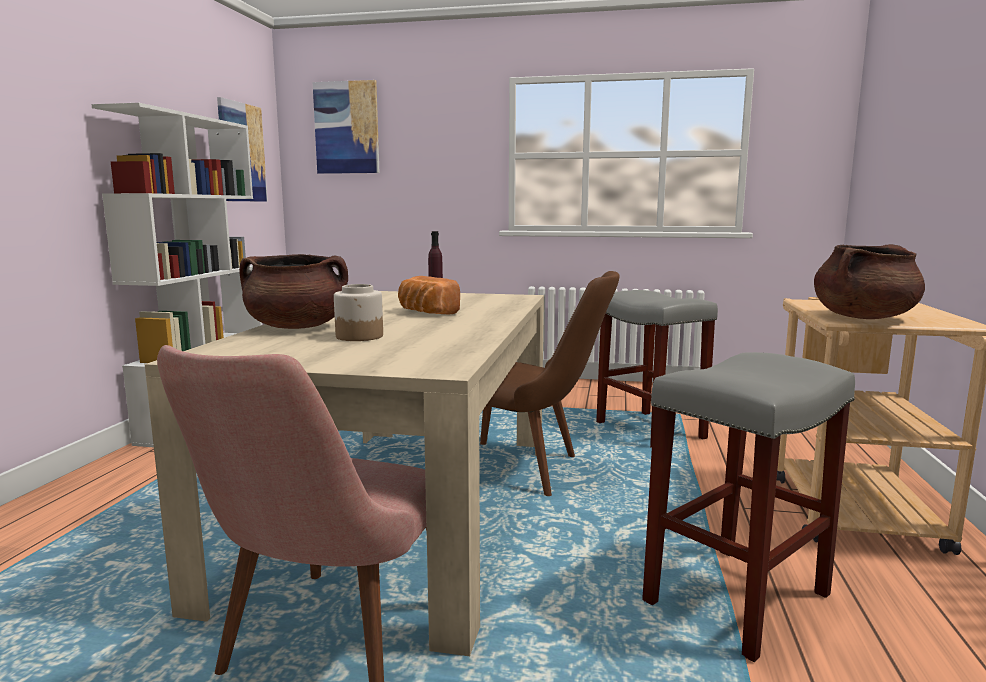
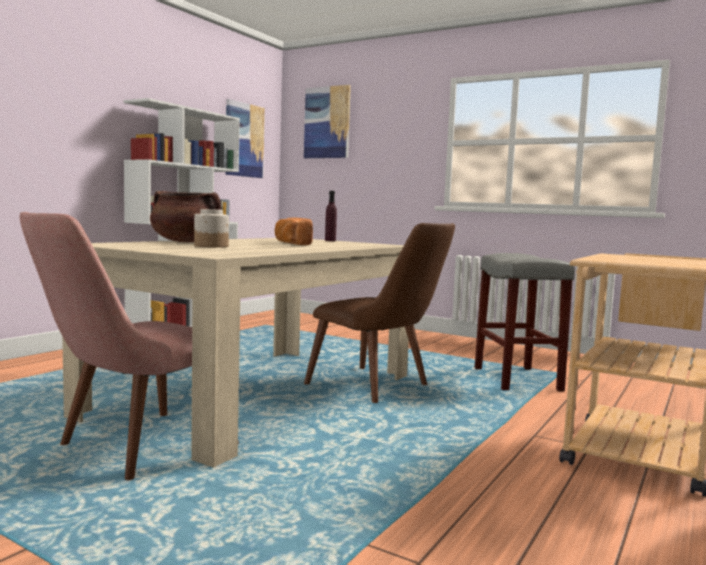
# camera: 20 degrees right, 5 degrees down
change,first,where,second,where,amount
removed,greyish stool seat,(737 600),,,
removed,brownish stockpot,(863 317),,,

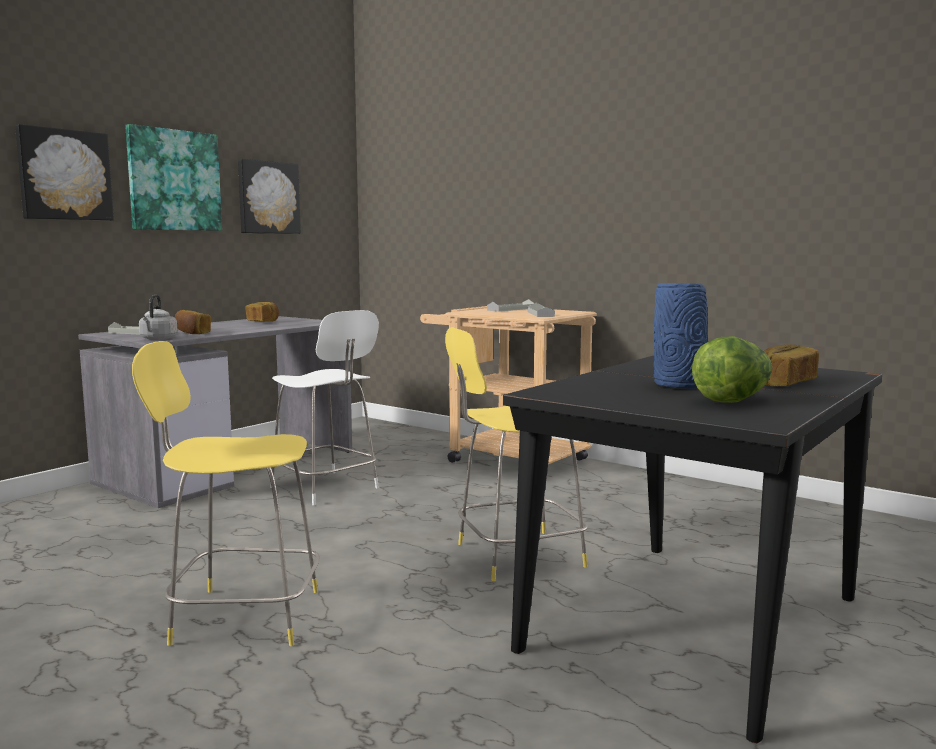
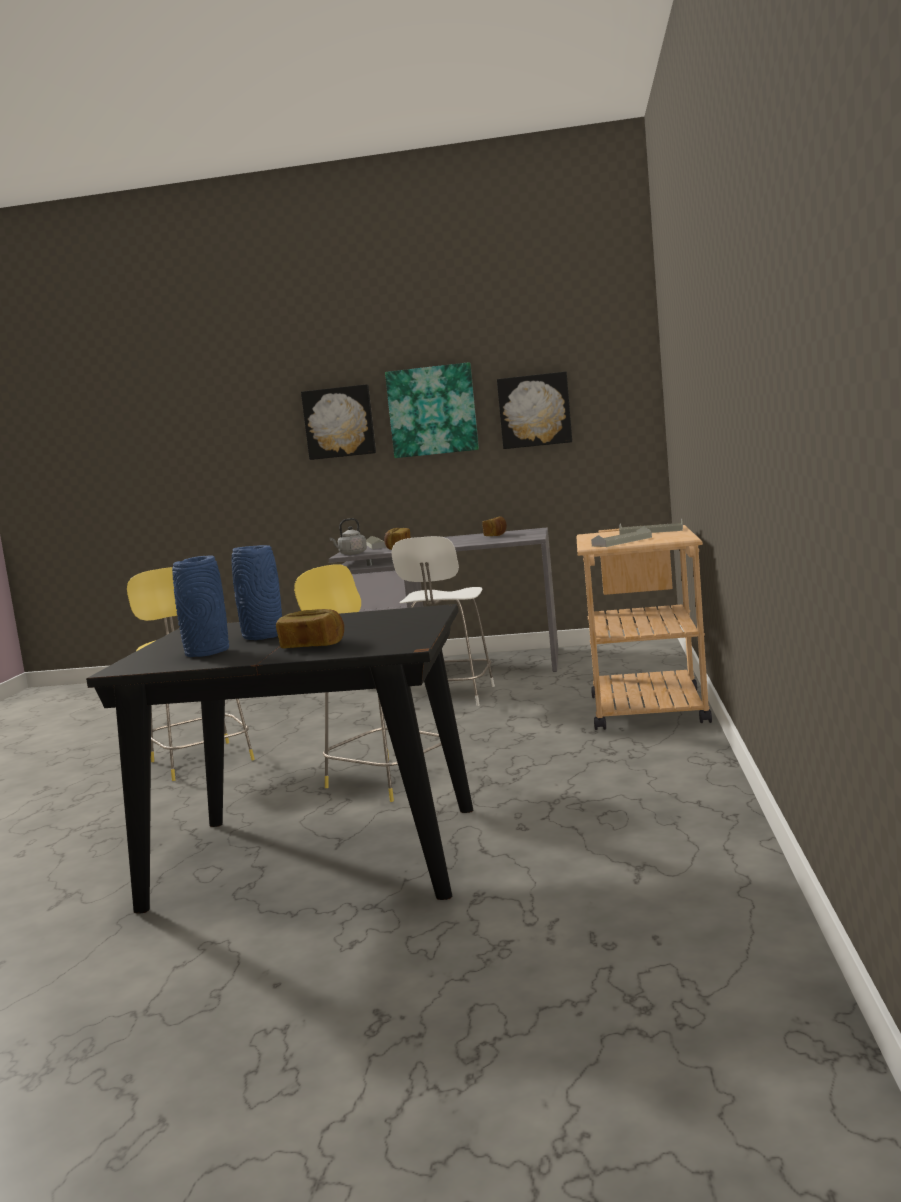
# camera: 60 degrees right, 0 degrees up
change,first,where,second,where,amount
replaced,head of lettuce,(732 400),blue vase,(206 652),

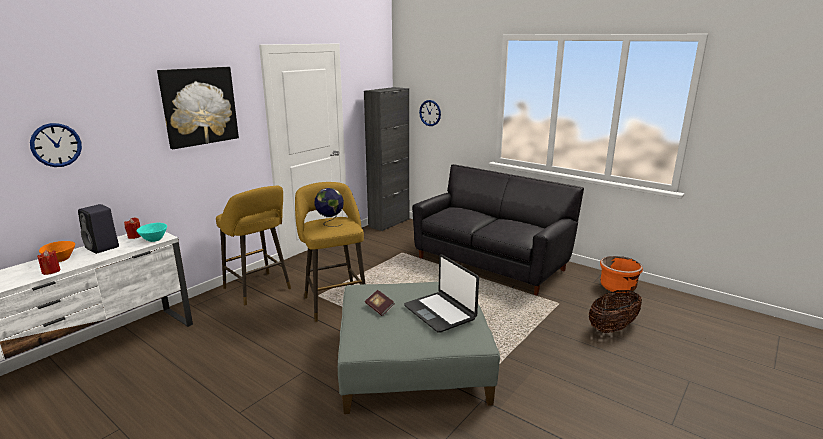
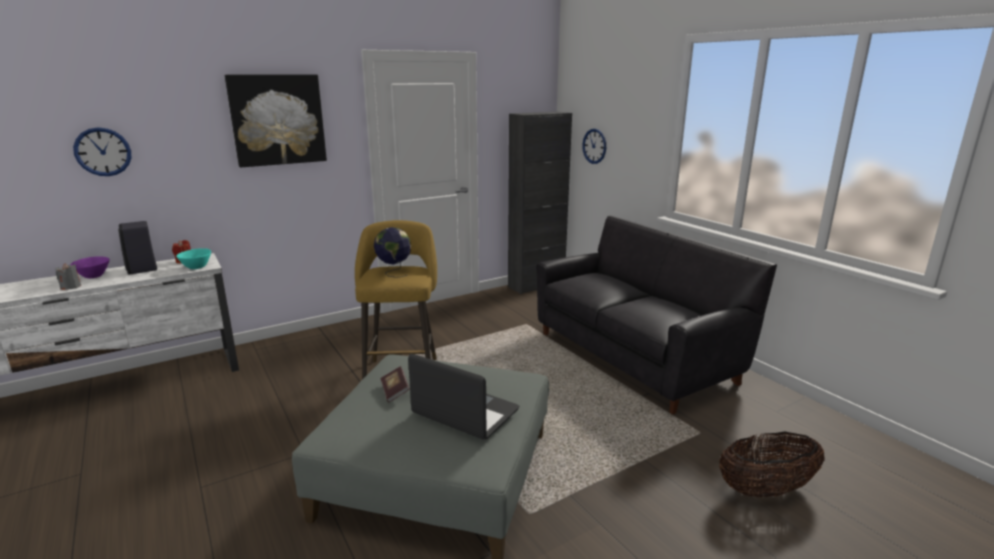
# camera: 20 degrees right, 0 degrees up
change,first,where,second,where,amount
removed,yellow stool seat,(259 289),,,
removed,orangey planter,(617 287),,,
recoloured,reddish wax light,(51 271),greyish wax light,(71 287),
recoloured,orangey deep dish,(59 260),purple-coloured deep dish,(92 276),
turned,notebook computer,(440 312),,(465 413),135 degrees clockwise

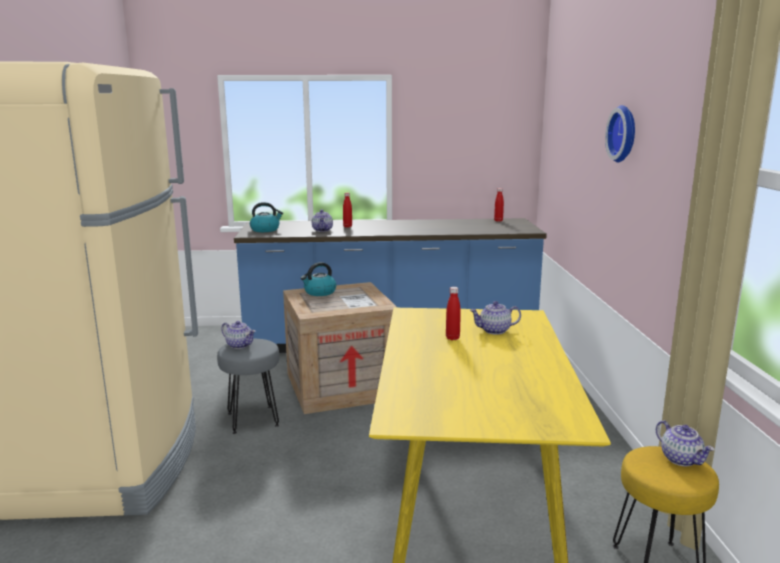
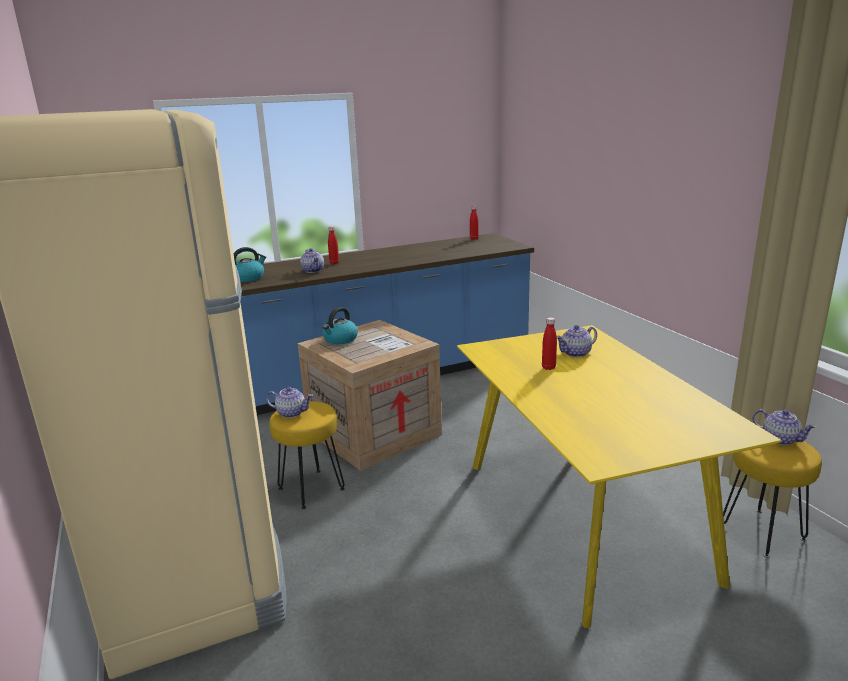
# camera: 20 degrees left, 5 degrees up
change,first,where,second,where,amount
removed,hanging clock,(625 134),,,
recoloured,greyish stool seat,(253 419),yellow stool seat,(311 488),

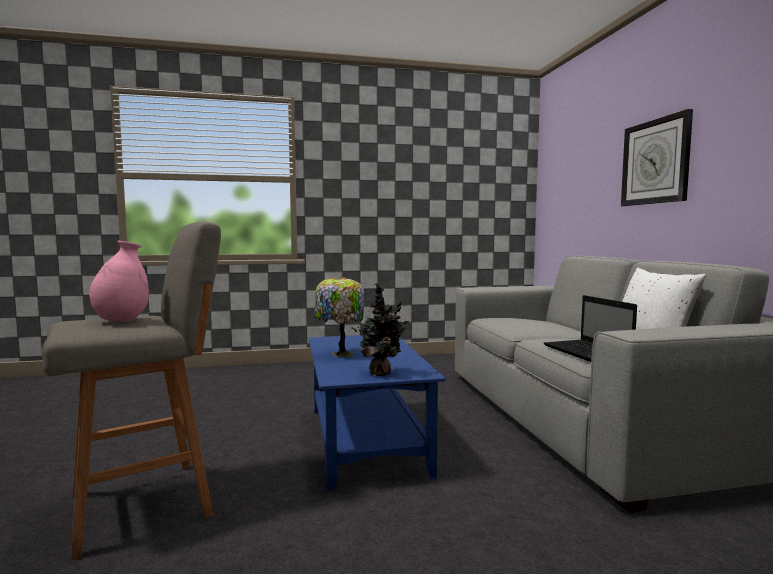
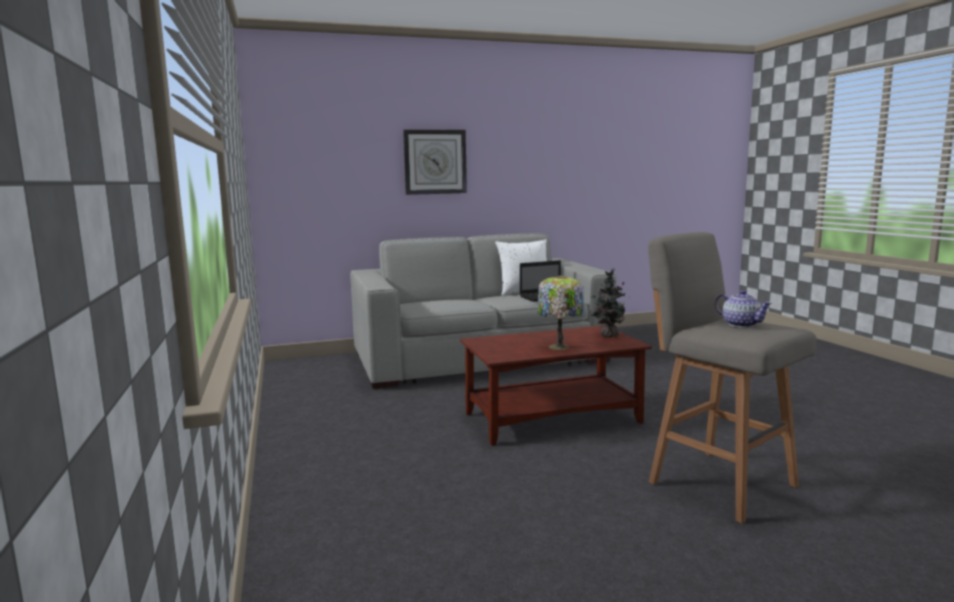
# camera: 95 degrees left, 5 degrees up
change,first,where,second,where,amount
replaced,pink-coloured vase,(121 321),teapot,(741 324),
recoloured,blue coffee table,(366 440),brownish coffee table,(553 418),

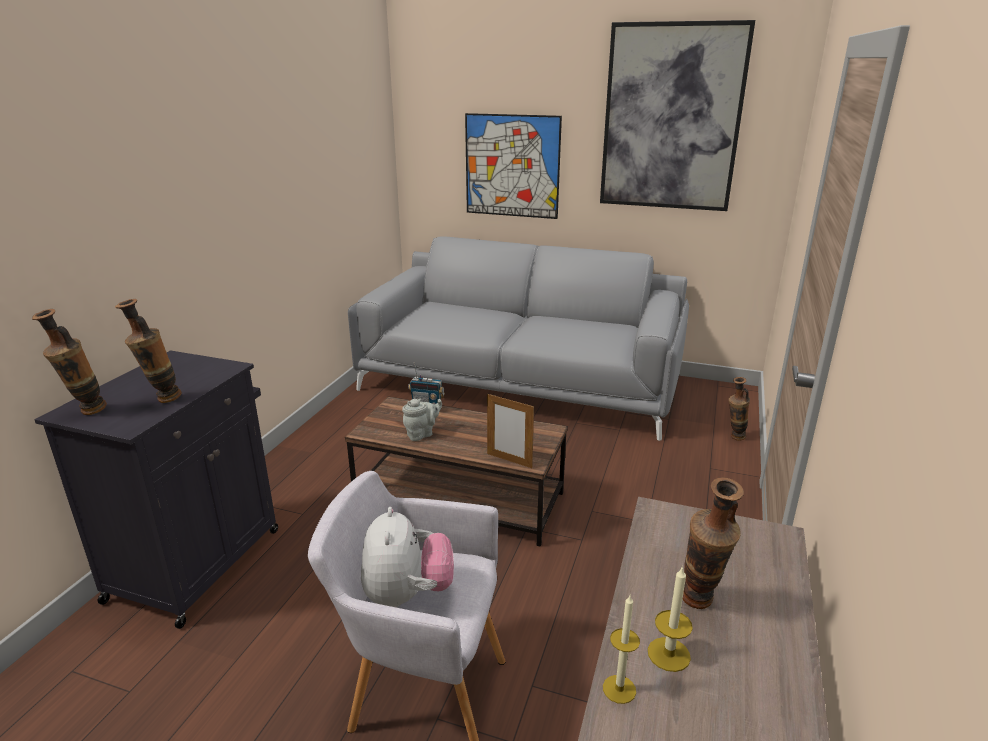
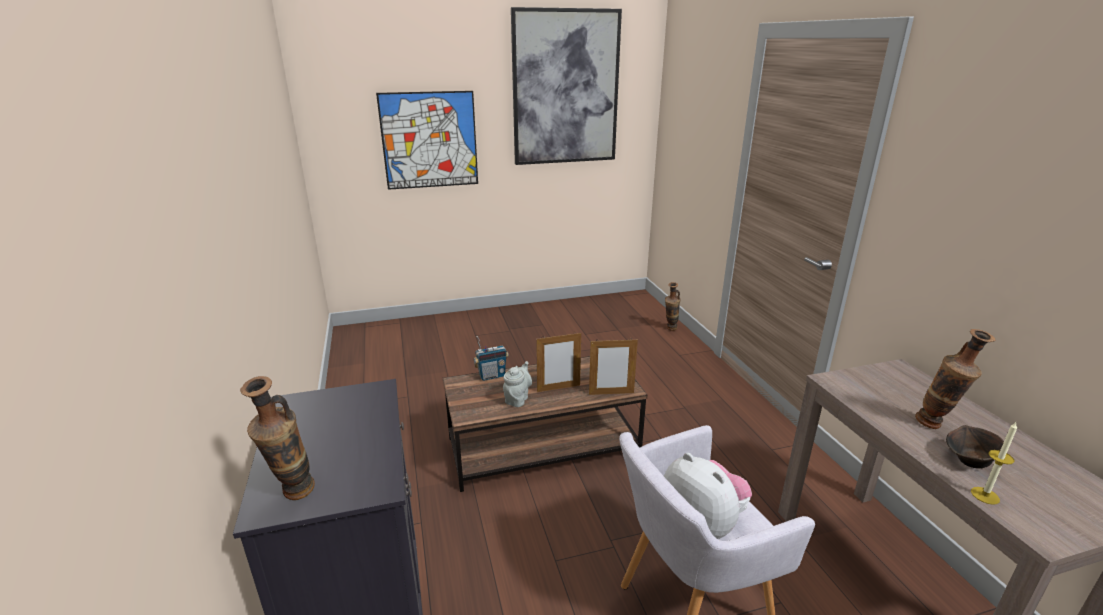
# camera: 35 degrees left, 0 degrees up
change,first,where,second,where,amount
removed,vase,(161 400),,,
removed,greyish settee,(520 384),,,
added,,,picture frame,(558 388),
replaced,wax light,(668 654),brownish deep dish,(969 462),

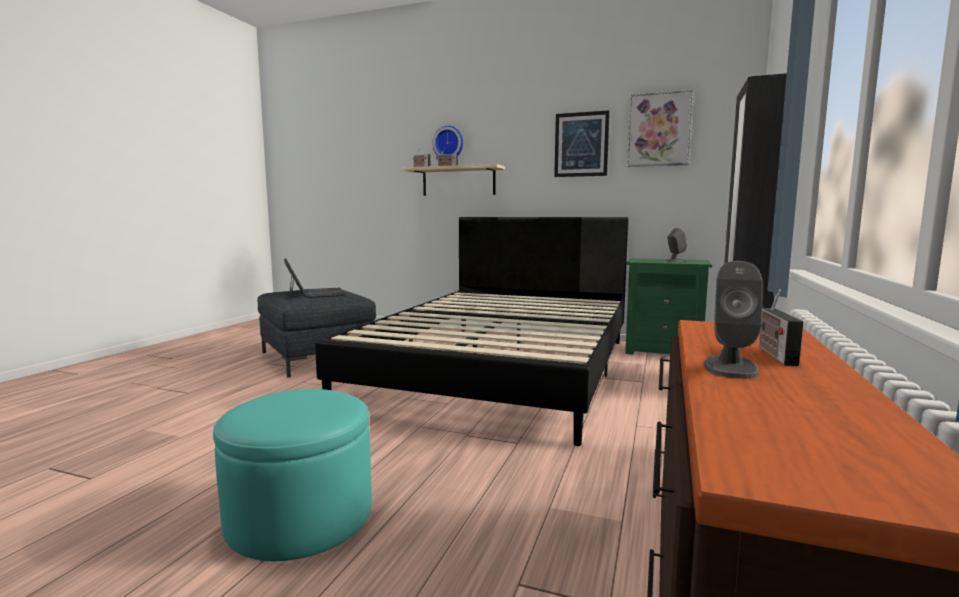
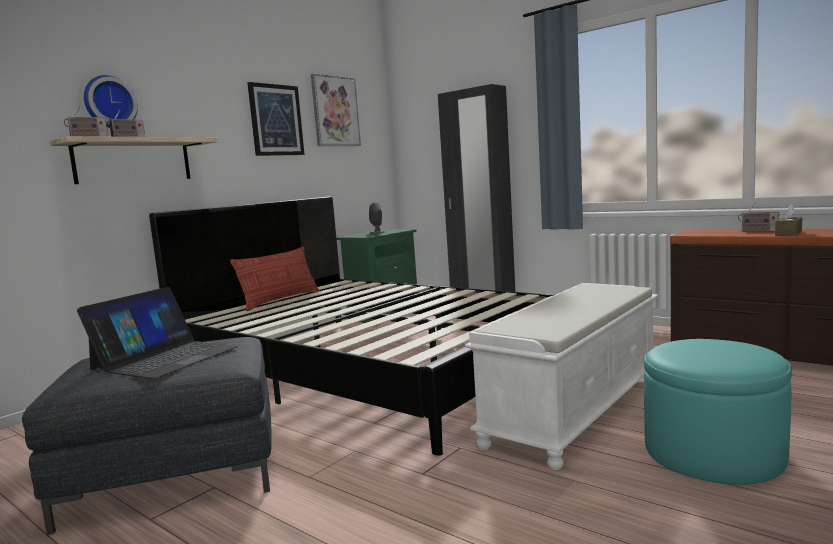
# camera: 70 degrees left, 0 degrees up
change,first,where,second,where,amount
added,,,throw pillow,(280 300),
added,,,white long seat,(574 408),
replaced,greyish audio speaker,(730 367),brownish tissue holder,(788 234),
turned,notebook computer,(315 293),,(165 358),120 degrees clockwise

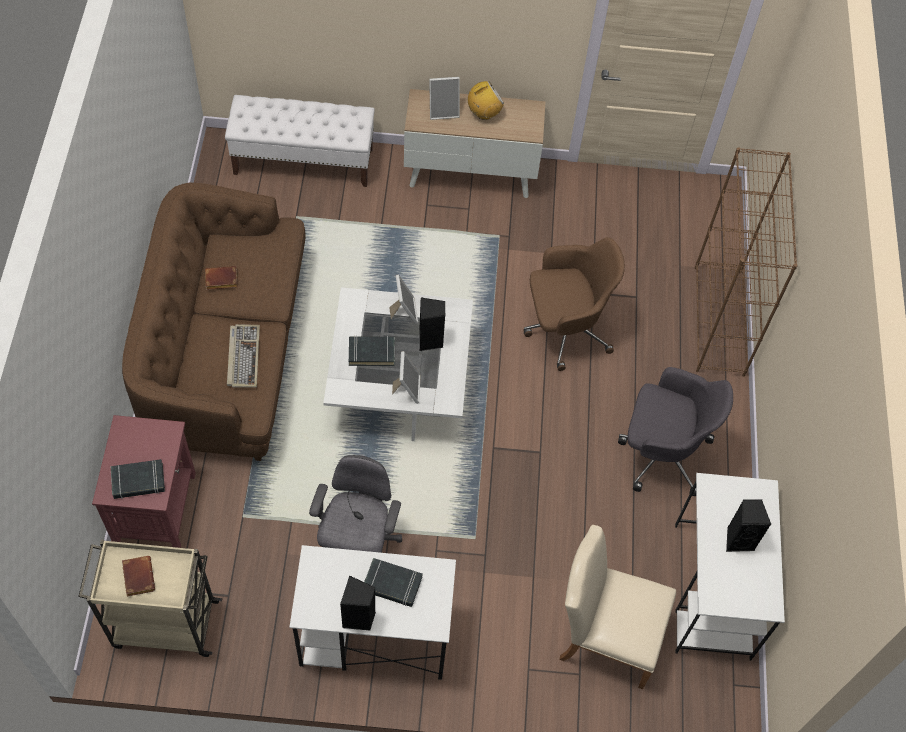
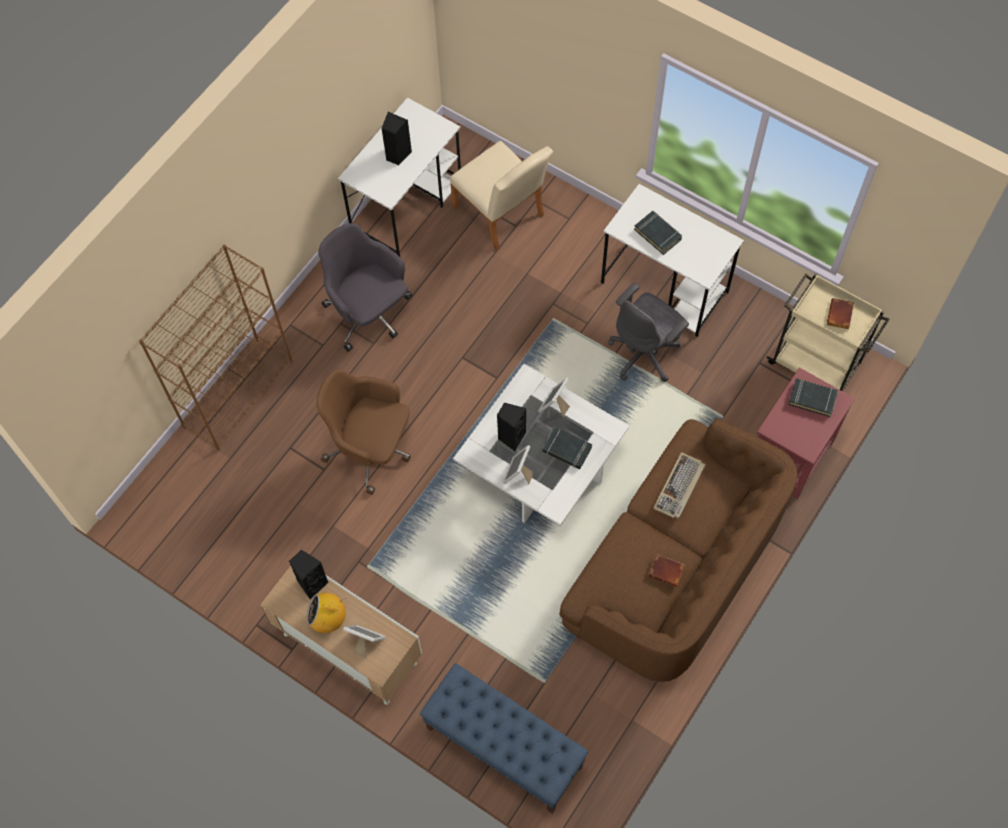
# camera: 145 degrees left, 5 degrees up
change,first,where,second,where,amount
moved,black-coloured audio speaker,(359 618),,(312 583),
recoloured,white long seat,(304 161),blue long seat,(503 747),

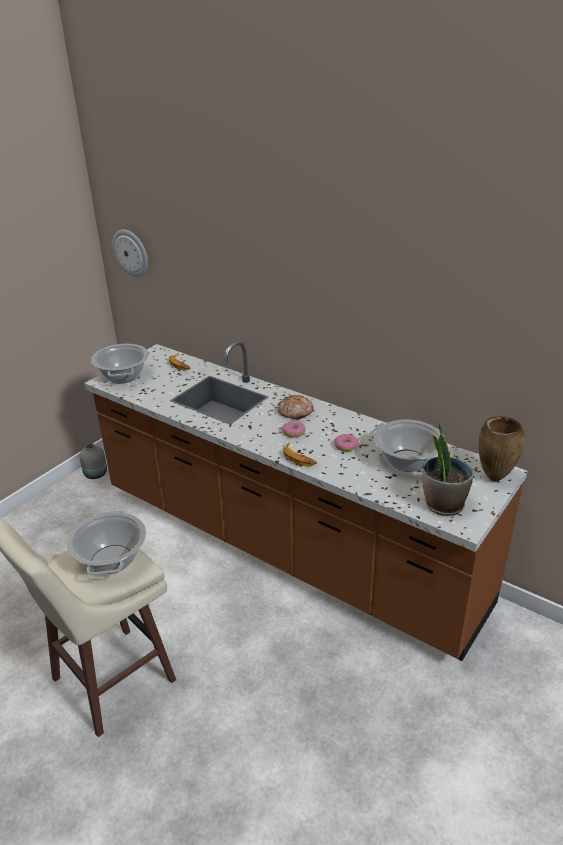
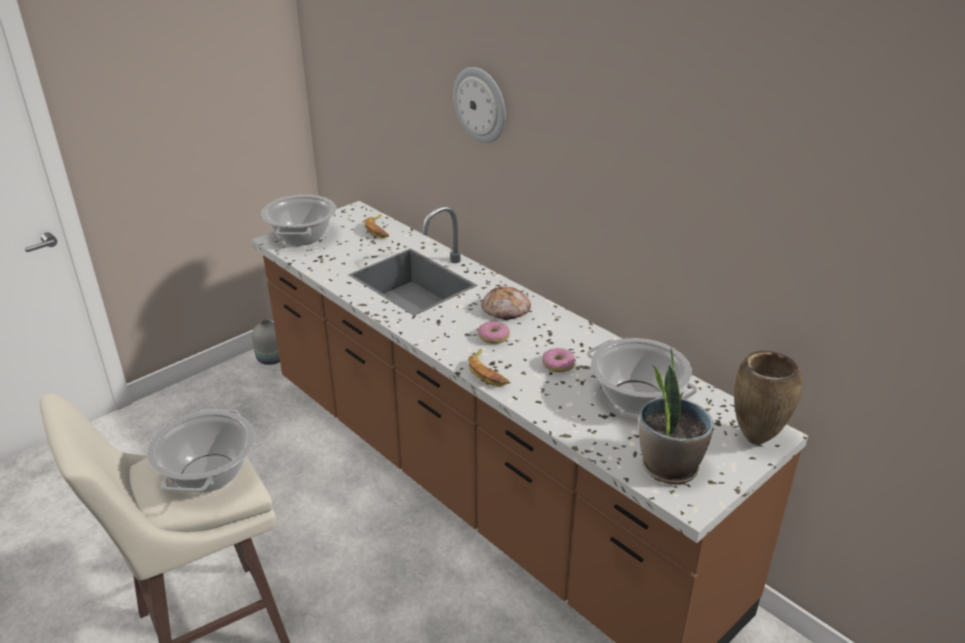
# camera: 10 degrees right, 0 degrees up
change,first,where,second,where,amount
moved,hanging clock,(131 252),,(481 104),

